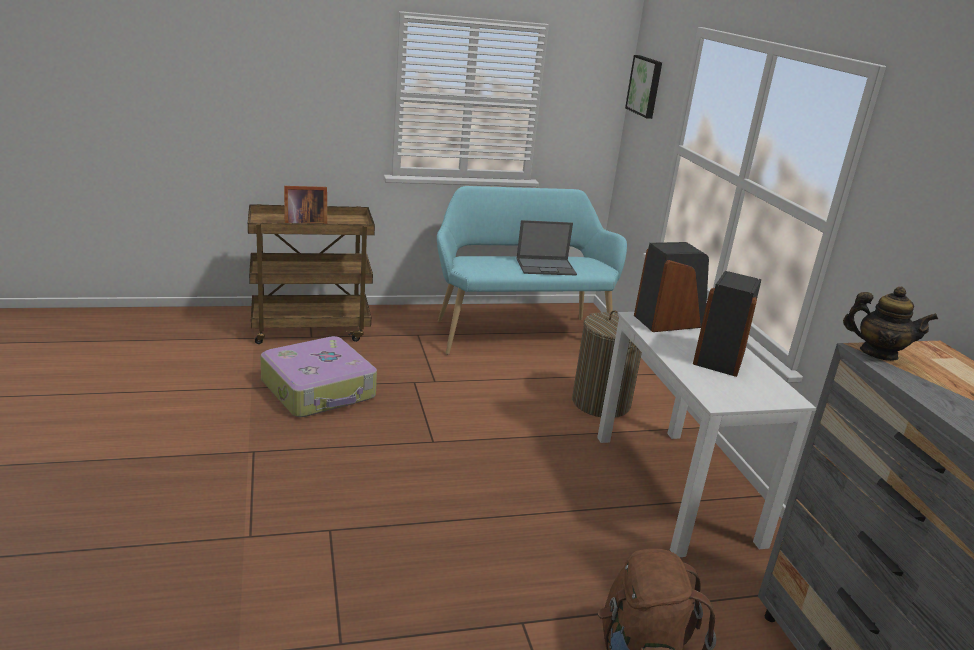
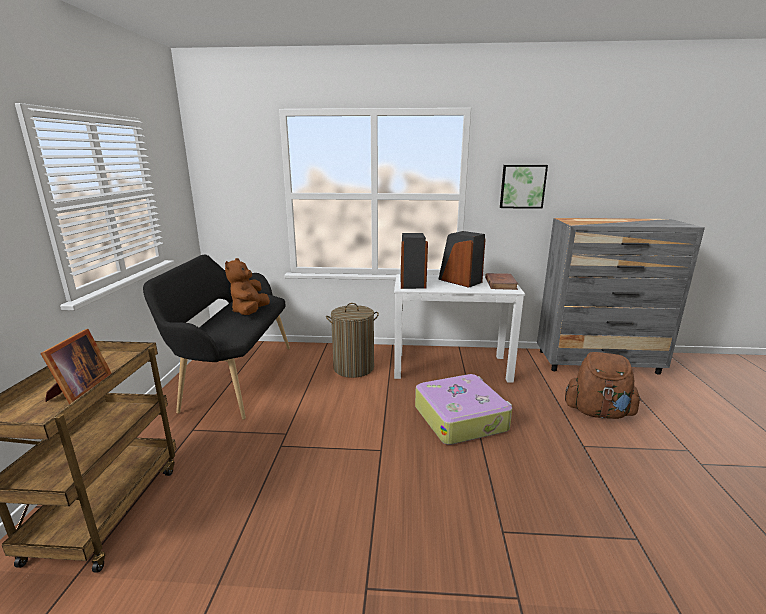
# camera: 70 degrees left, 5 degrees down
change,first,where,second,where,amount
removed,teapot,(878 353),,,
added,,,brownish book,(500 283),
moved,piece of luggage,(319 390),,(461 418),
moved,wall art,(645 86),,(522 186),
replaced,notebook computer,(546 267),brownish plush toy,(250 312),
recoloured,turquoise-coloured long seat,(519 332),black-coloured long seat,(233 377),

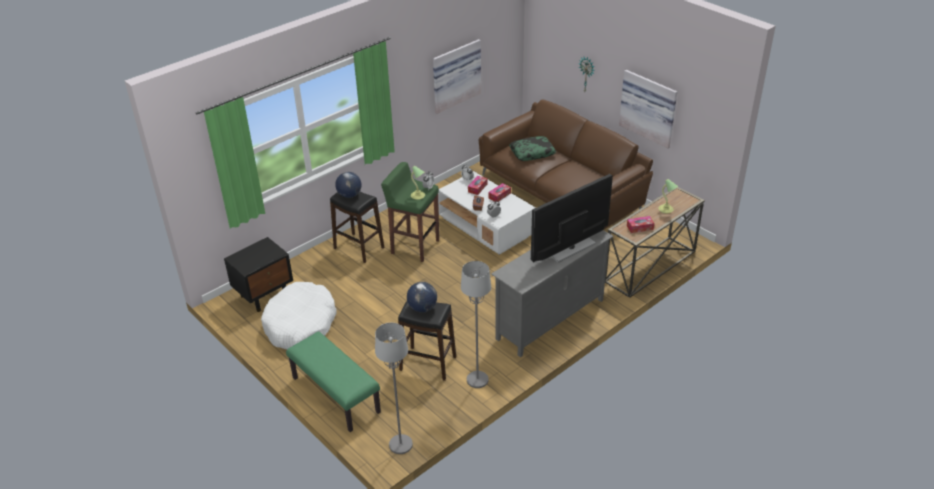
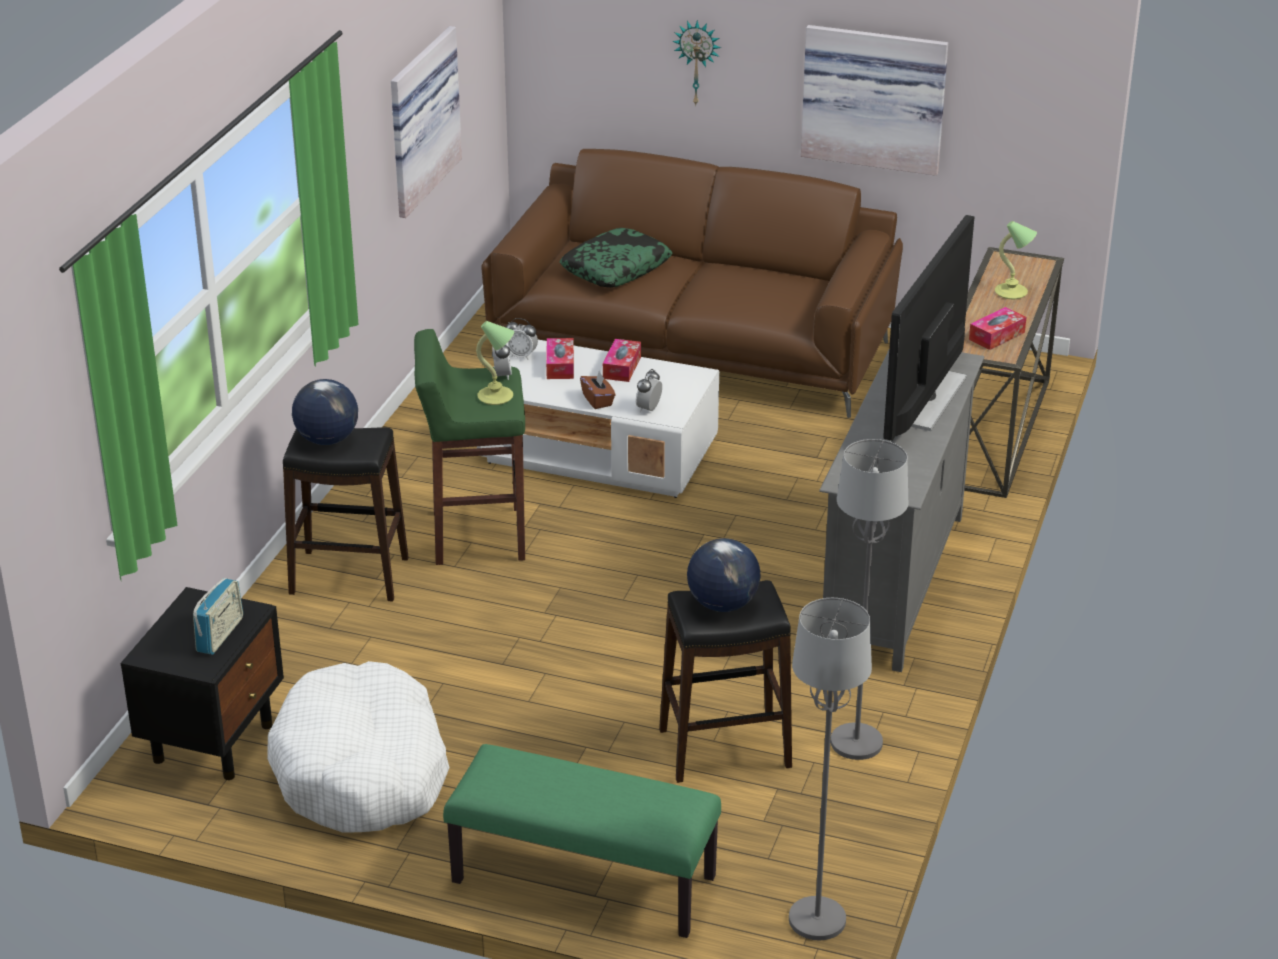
# camera: 30 degrees left, 5 degrees down
change,first,where,second,where,amount
added,,,radio,(220 635),

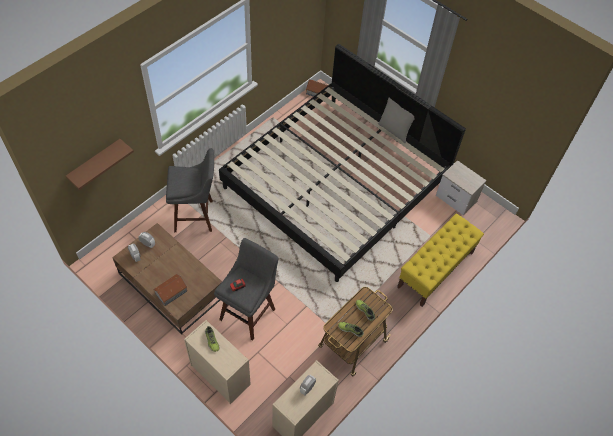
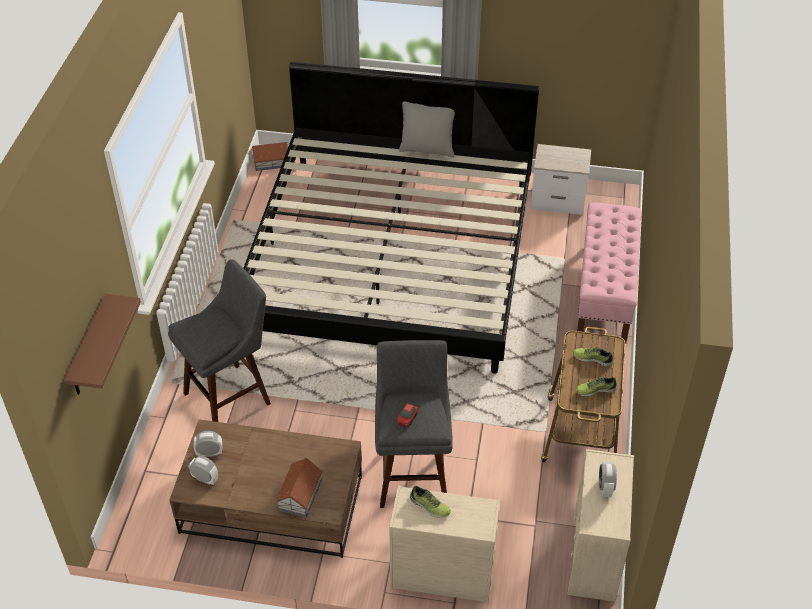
# camera: 30 degrees left, 10 degrees down
change,first,where,second,where,amount
recoloured,yellow long seat,(435 270),pink-coloured long seat,(604 293),

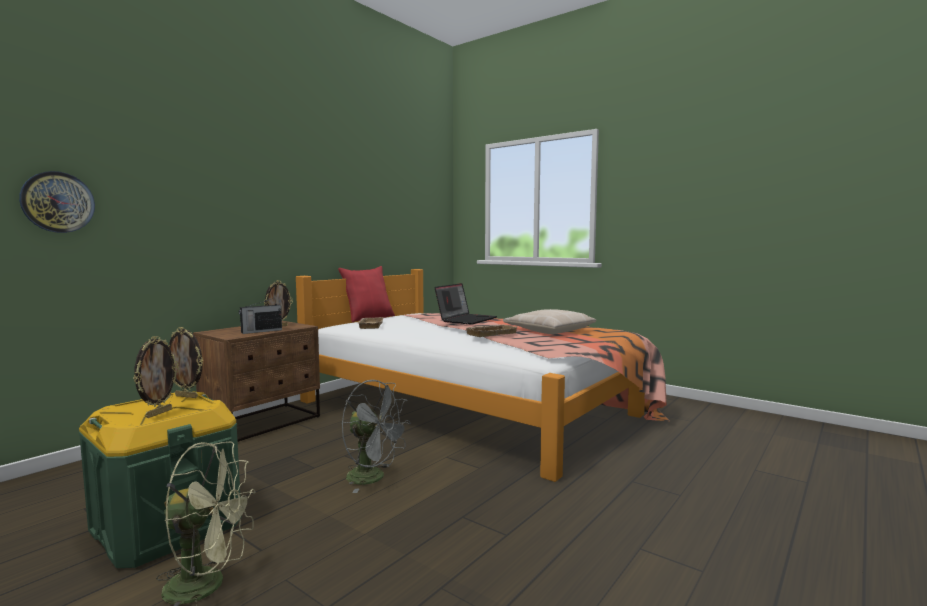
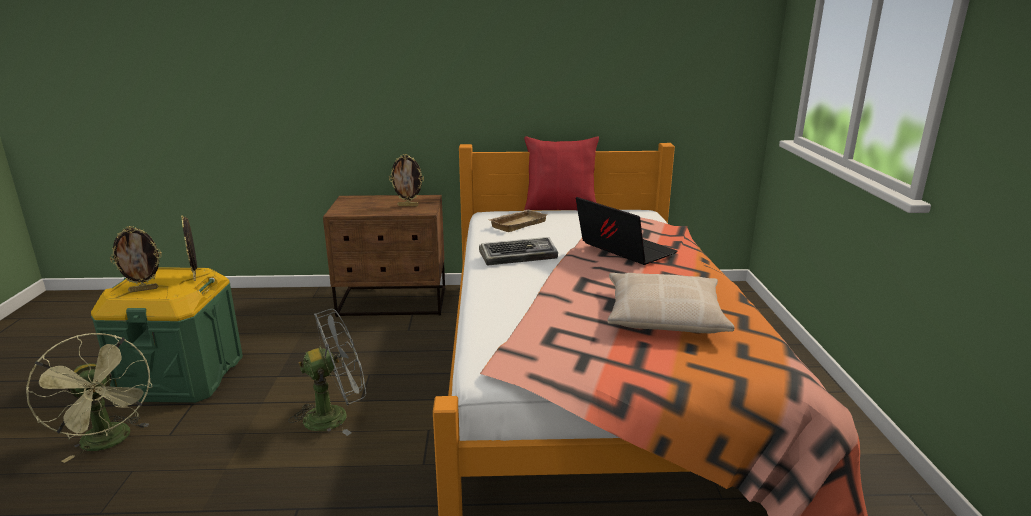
# camera: 50 degrees right, 15 degrees up
change,first,where,second,where,amount
removed,hanging clock,(58 202),,,
removed,radio,(261 331),,,
removed,sand-coloured tray,(490 333),,,
added,,,keyboard,(519 256),
turned,greyish cooling fan,(373 478),,(335 415),105 degrees counterclockwise
turned,notebook computer,(466 319),,(623 250),120 degrees counterclockwise

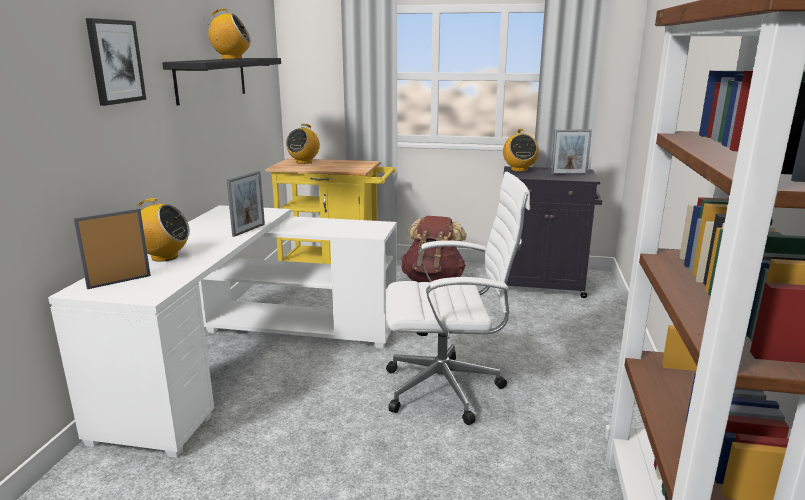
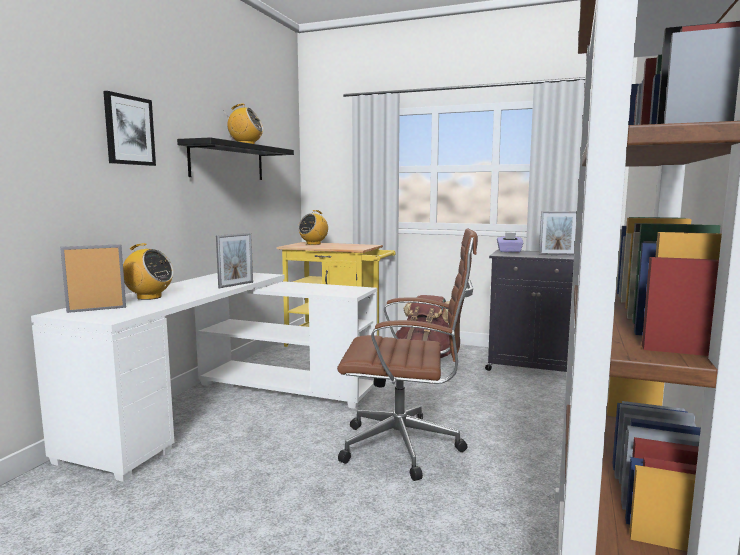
# camera: 10 degrees right, 10 degrees down
change,first,where,second,where,amount
replaced,radio,(519 169),purple-coloured tissue holder,(509 251),
recoloured,white office chair,(448 389),brownish office chair,(406 447),

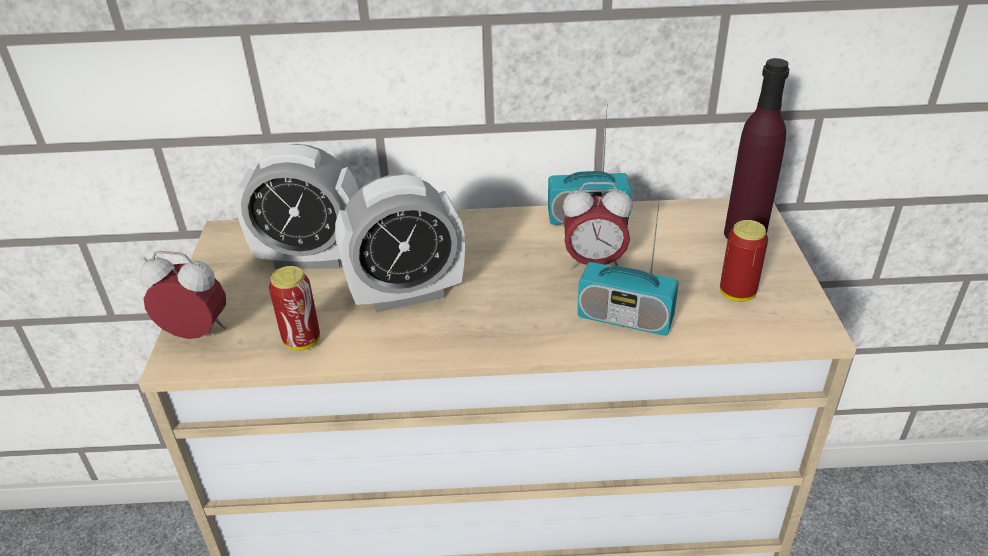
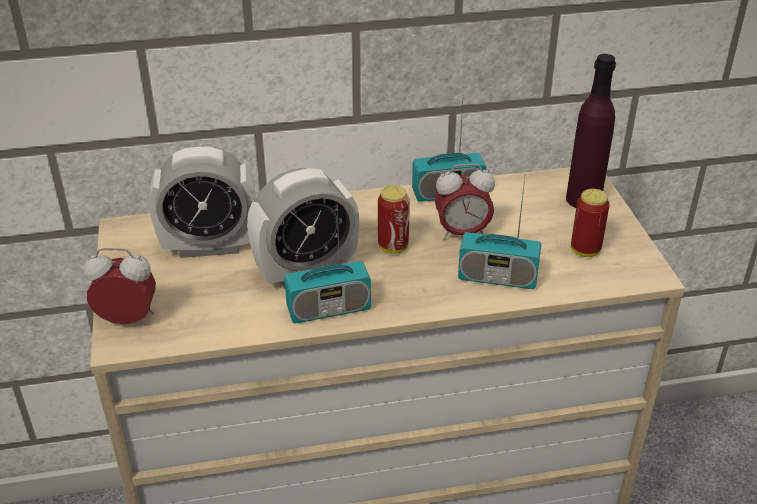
# camera: 10 degrees left, 0 degrees up
change,first,where,second,where,amount
added,,,radio,(328 309),
moved,metal can,(302 341),,(393 247),

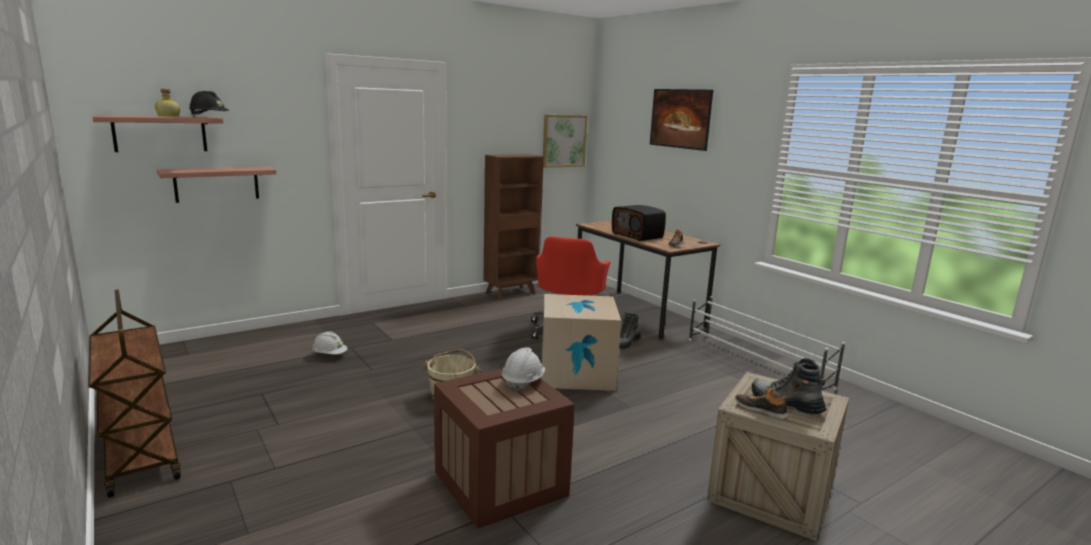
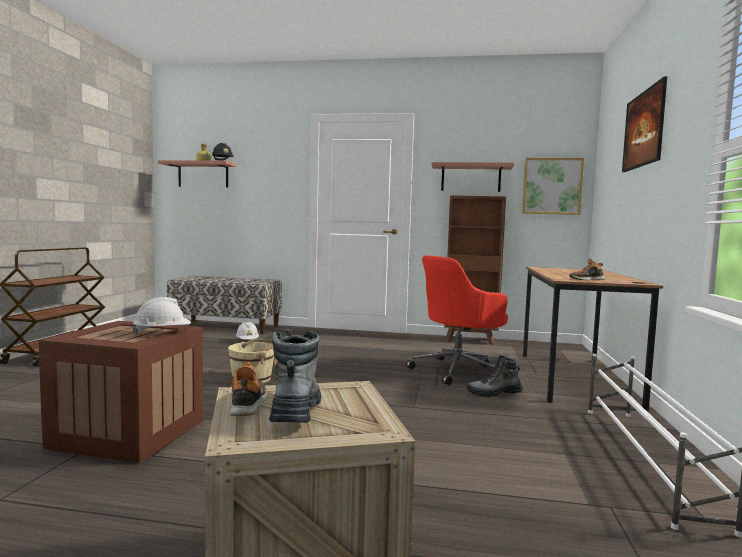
# camera: 45 degrees right, 10 degrees down
change,first,where,second,where,amount
removed,packing box,(576 373),,,
removed,radio,(638 236),,,
added,,,long seat,(226 327),
moved,bracket shelf,(217 184),,(471 178),

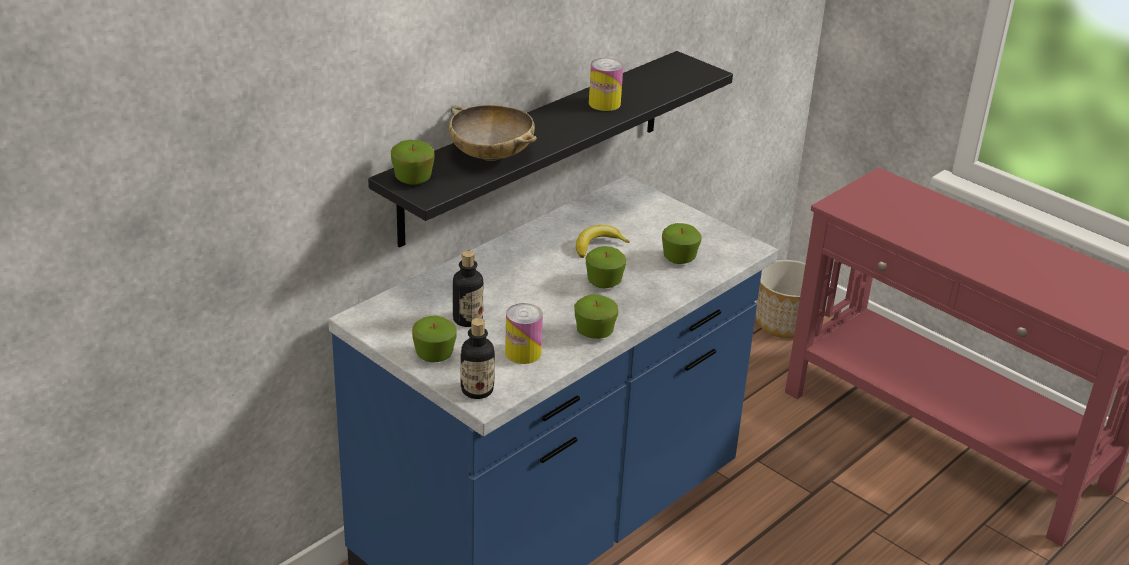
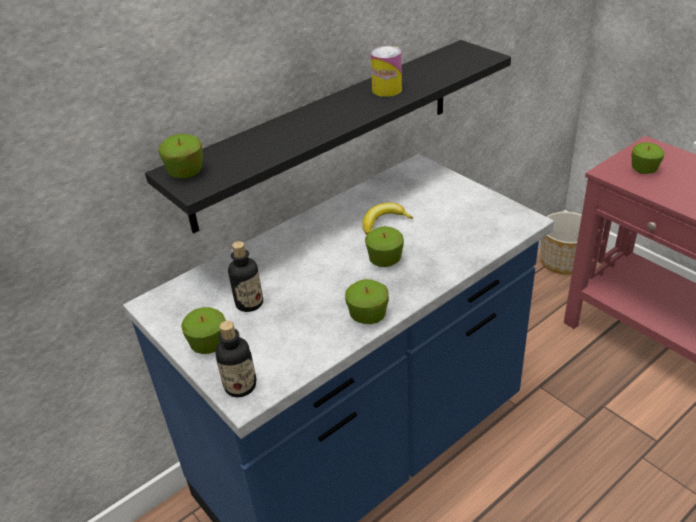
# camera: 10 degrees right, 5 degrees up
change,first,where,second,where,amount
removed,sand-coloured deep dish,(491 155),,,
removed,metal can,(523 353),,,
moved,whole apple,(679 258),,(644 169),

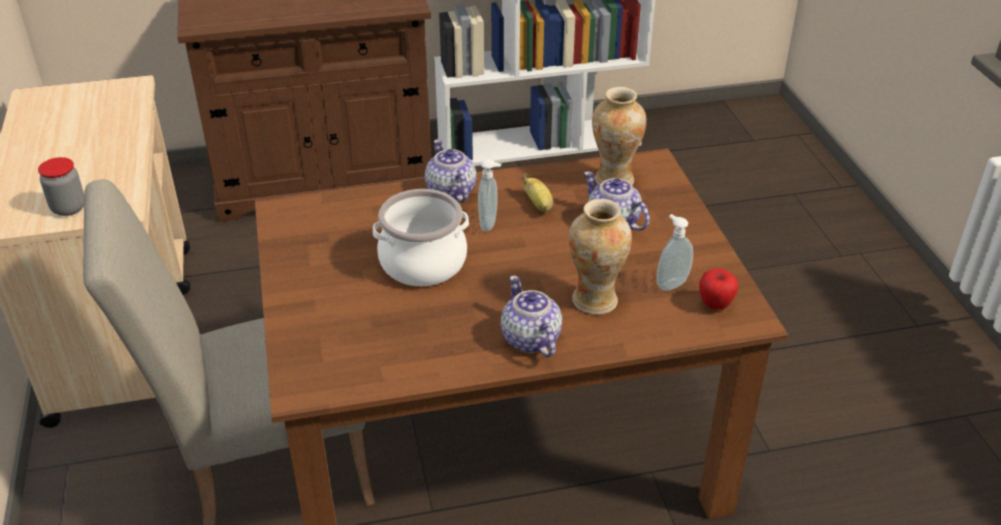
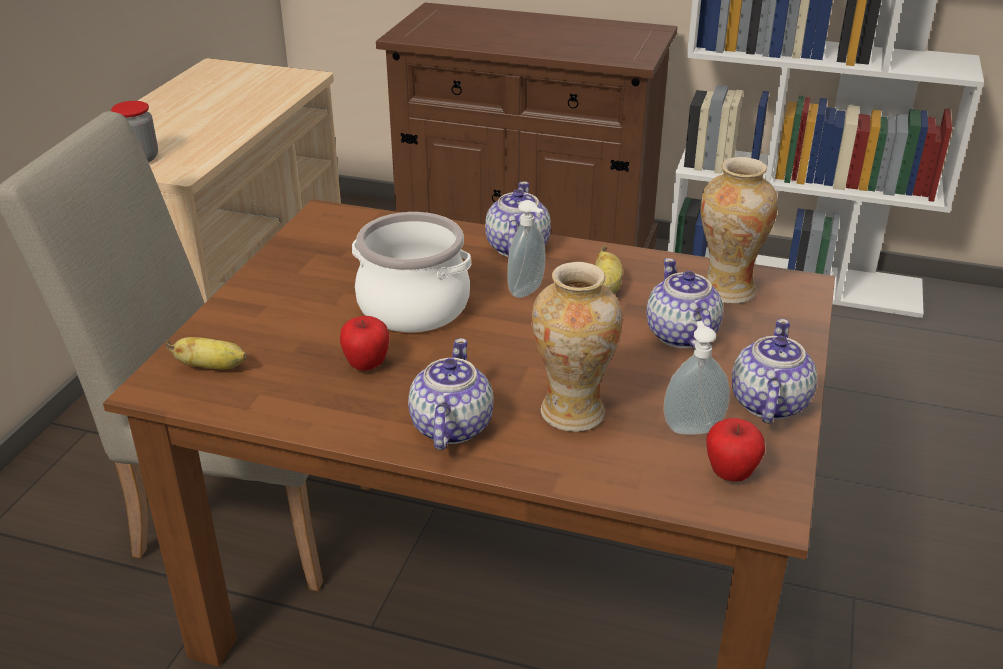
# camera: 30 degrees right, 5 degrees down
change,first,where,second,where,amount
added,,,whole banana,(212 367),
added,,,whole apple,(366 365),
added,,,teapot,(768 403),

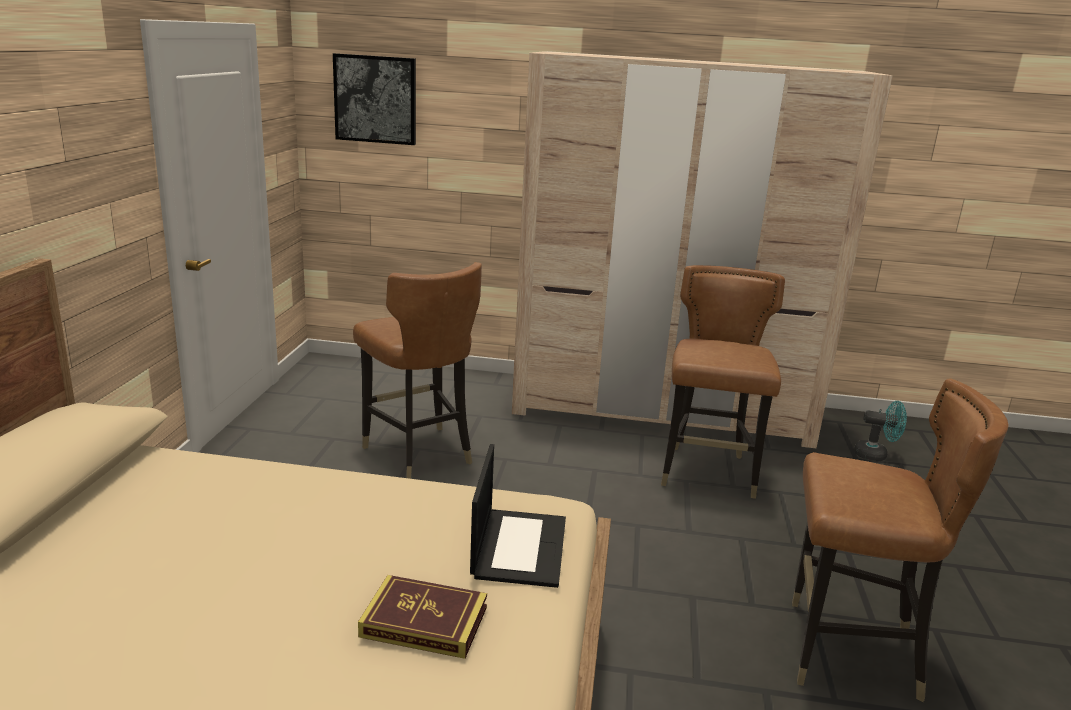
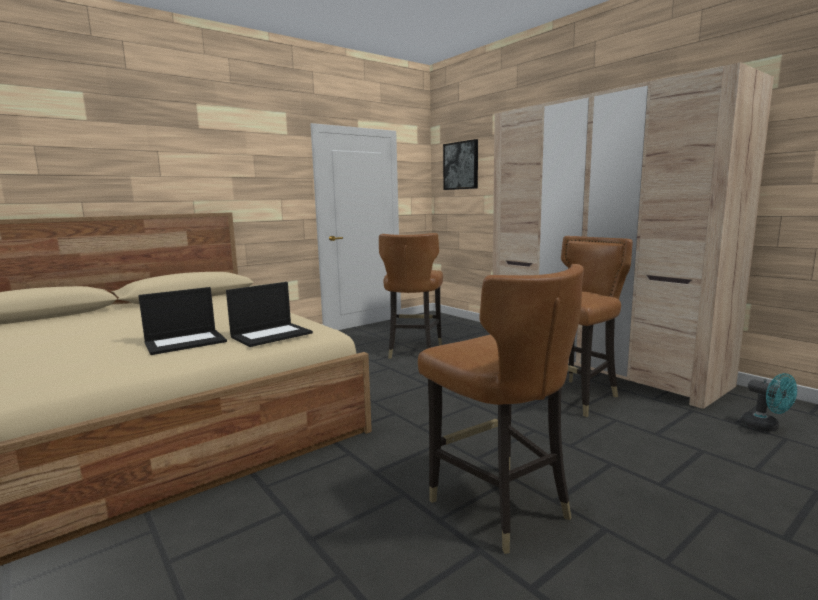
# camera: 45 degrees right, 10 degrees down
change,first,where,second,where,amount
replaced,book,(424 622),notebook computer,(186 342),

